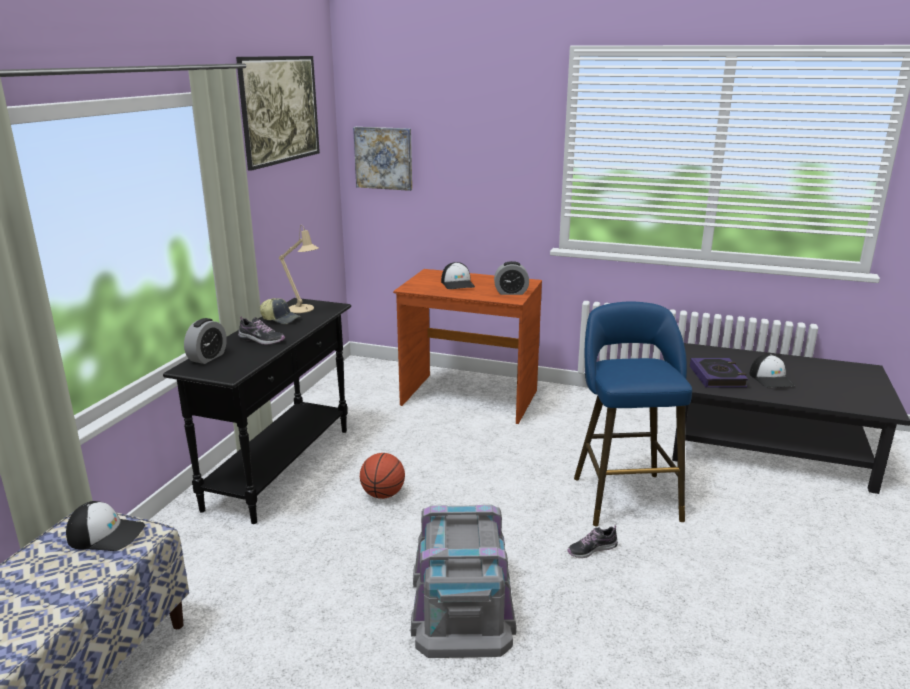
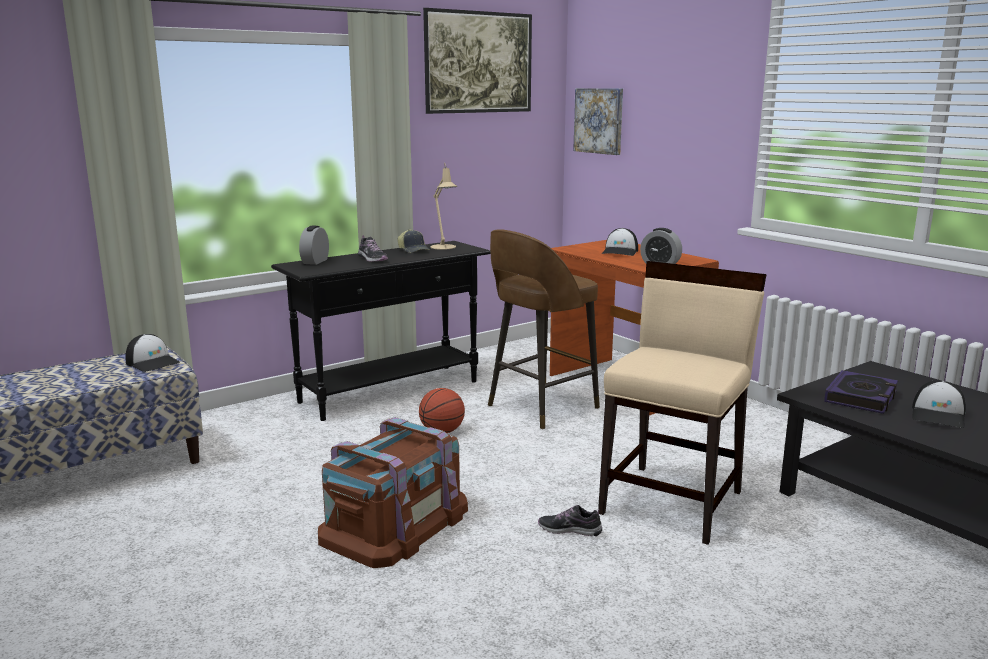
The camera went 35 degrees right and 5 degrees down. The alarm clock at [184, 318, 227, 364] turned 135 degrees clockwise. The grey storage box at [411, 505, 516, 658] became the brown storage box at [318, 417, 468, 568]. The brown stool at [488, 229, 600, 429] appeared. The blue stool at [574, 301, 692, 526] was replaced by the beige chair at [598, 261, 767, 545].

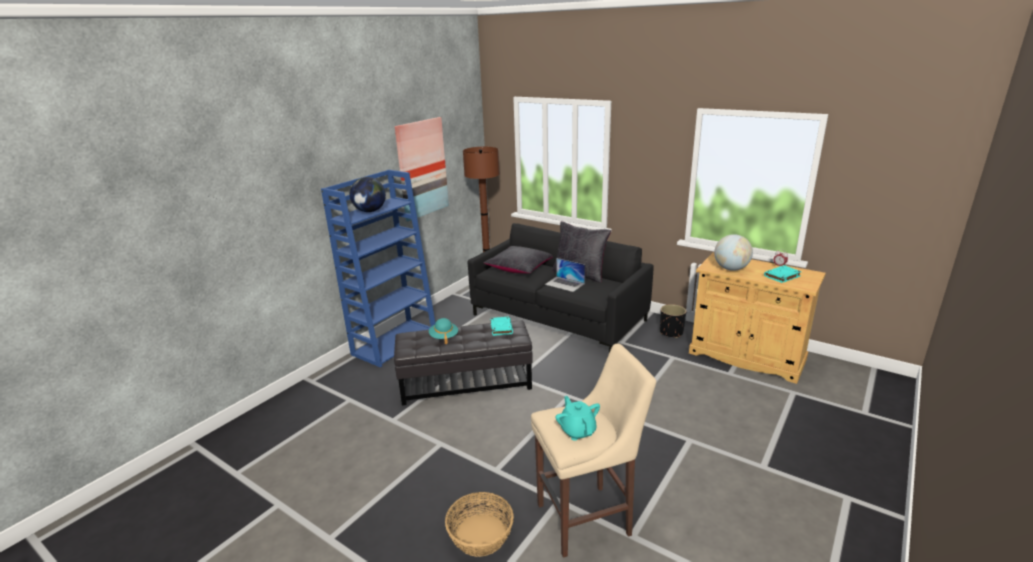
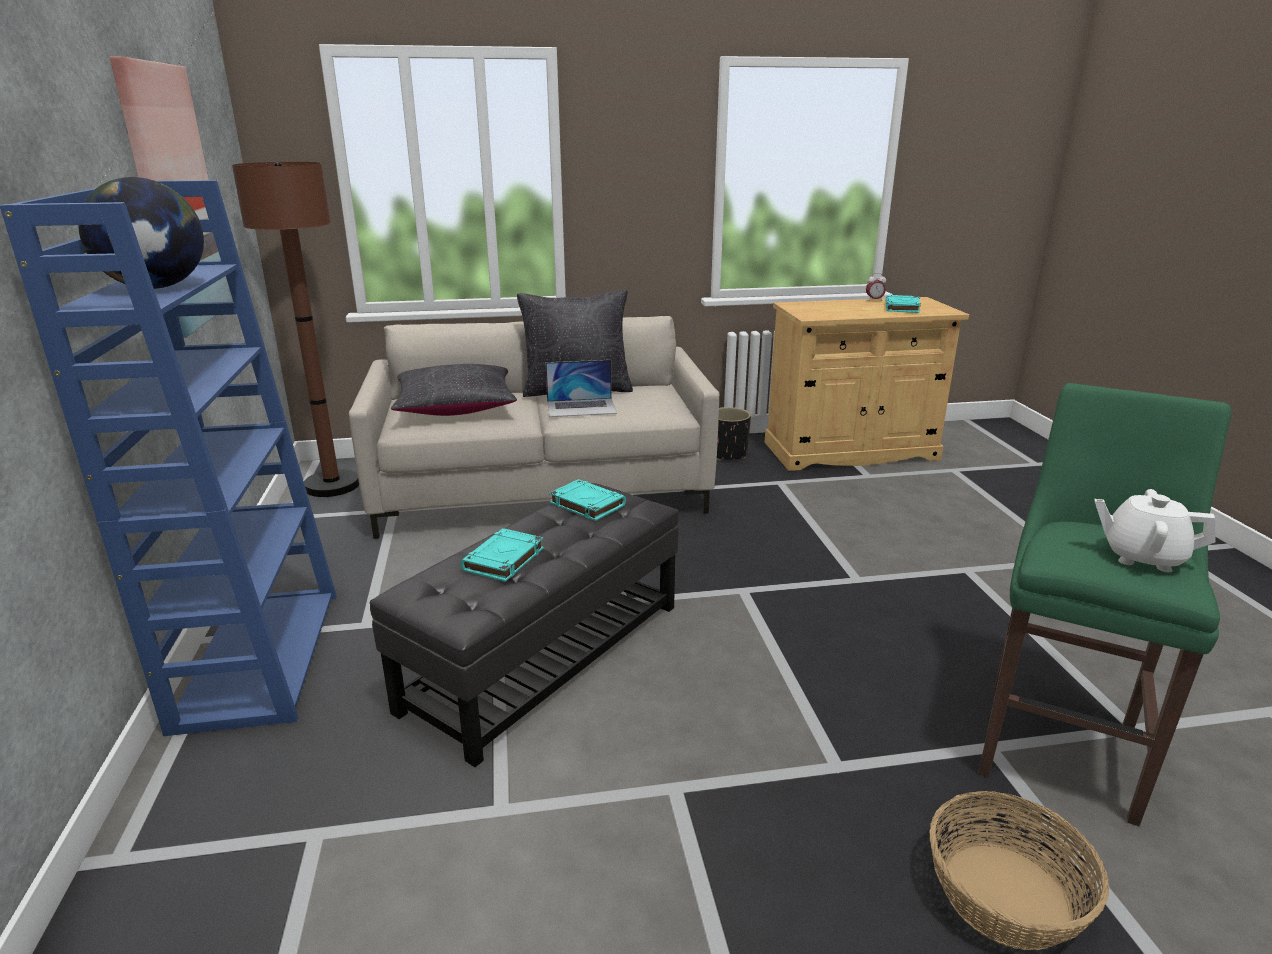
The camera went 45 degrees left and 0 degrees up. The black sofa at [468, 223, 654, 353] became the beige sofa at [349, 316, 720, 539]. The turquoise hat at [429, 318, 458, 344] was replaced by the turquoise book at [460, 528, 544, 582]. The beige stool at [531, 343, 656, 558] became the green stool at [978, 383, 1231, 826]. The turquoise teapot at [556, 396, 600, 441] became the white teapot at [1094, 489, 1216, 572]. The globe at [714, 234, 753, 271] disappeared.

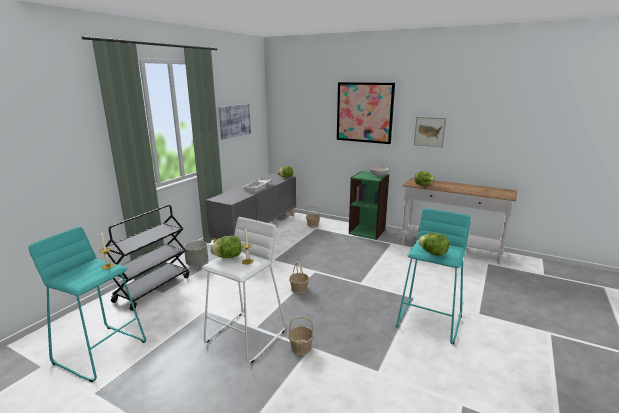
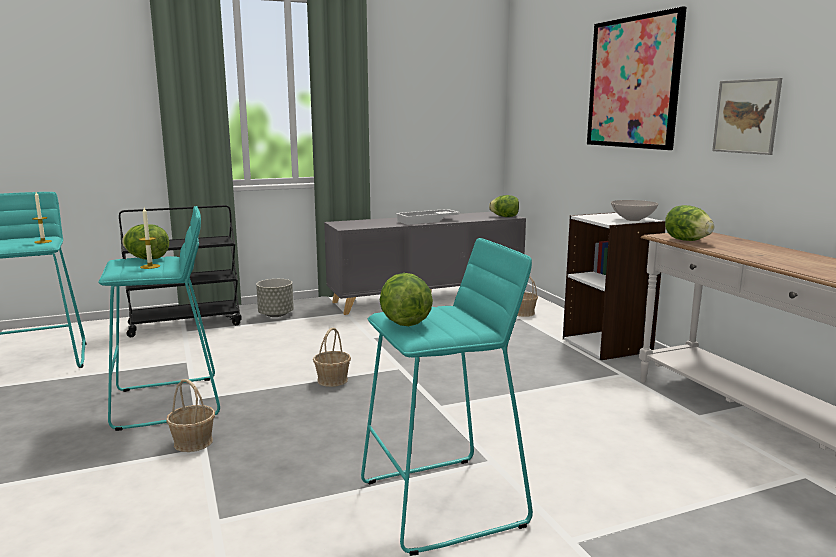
The camera went 40 degrees right and 5 degrees down. The white stool at [202, 217, 286, 363] became the turquoise stool at [98, 206, 220, 431]. The green bookcase at [349, 171, 389, 240] became the white bookcase at [563, 212, 666, 360]. The picture at [219, 104, 251, 139] disappeared.

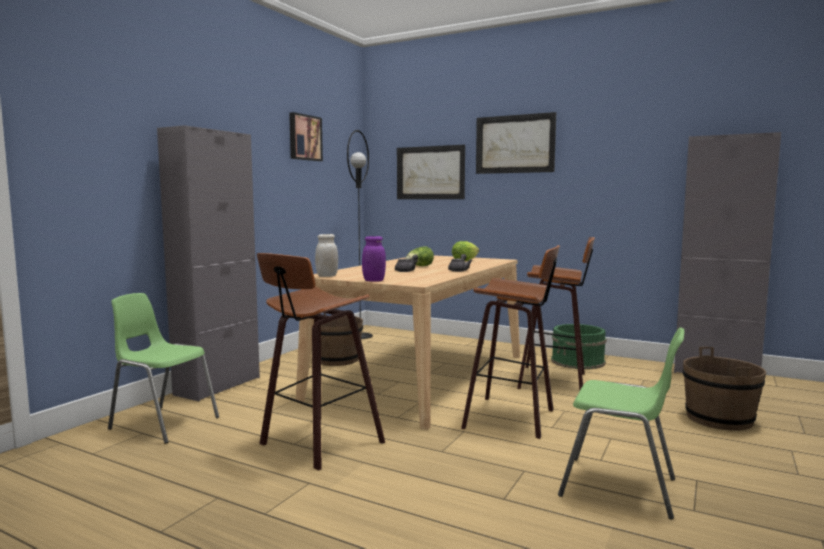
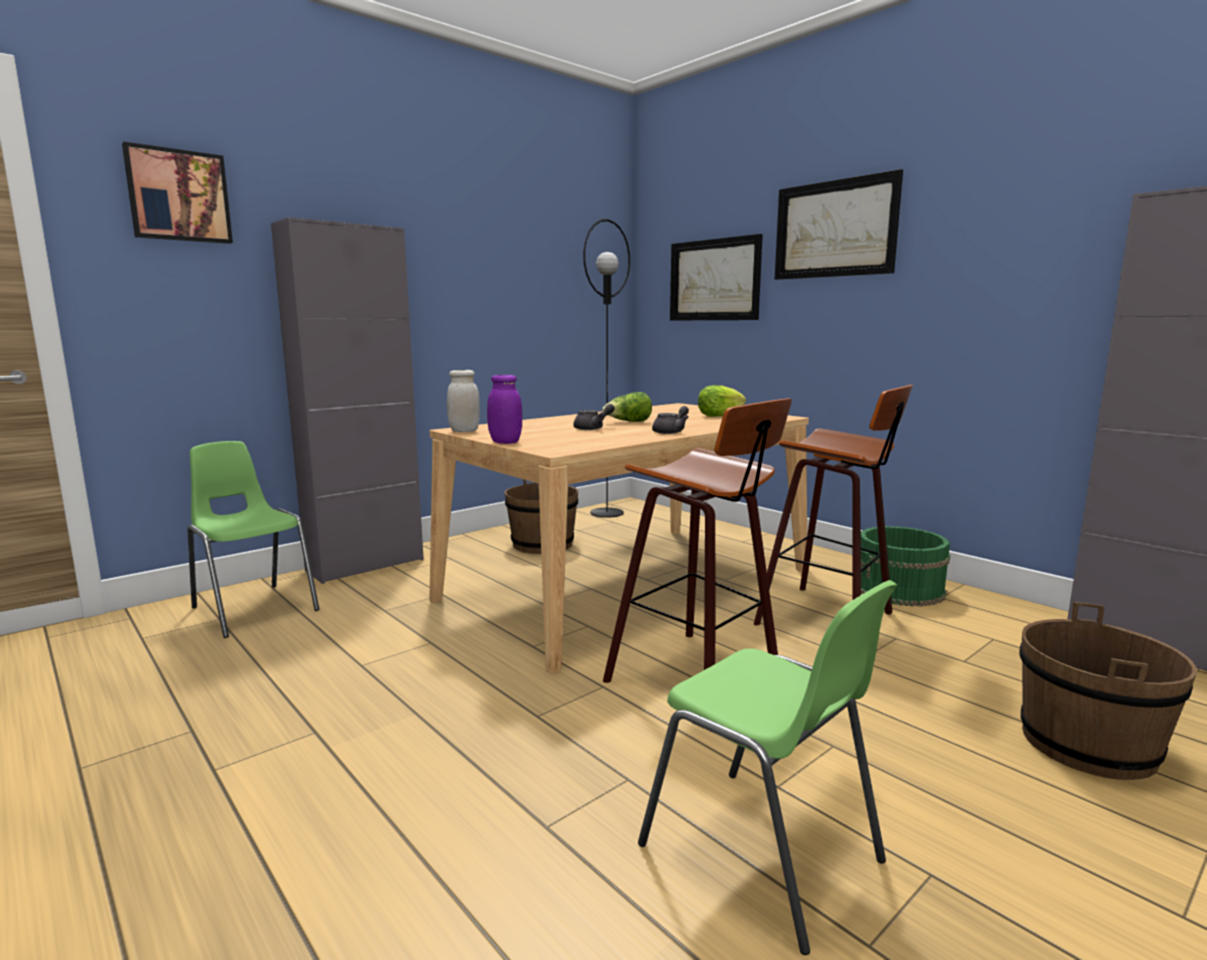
The camera went 20 degrees right and 5 degrees up. The picture moved from [289, 112, 323, 161] to [122, 142, 233, 244]. The stool at [257, 253, 385, 471] disappeared.

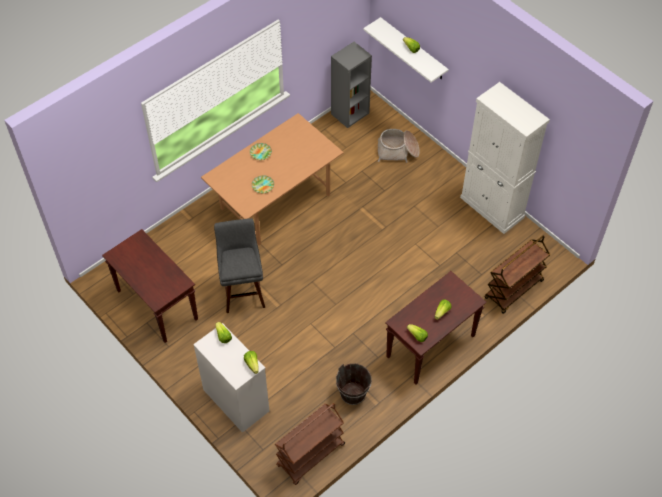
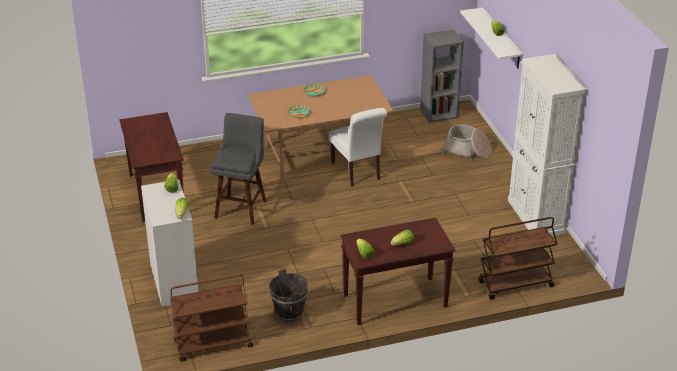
The camera went 25 degrees right and 20 degrees down. The white chair at [329, 108, 387, 186] appeared.

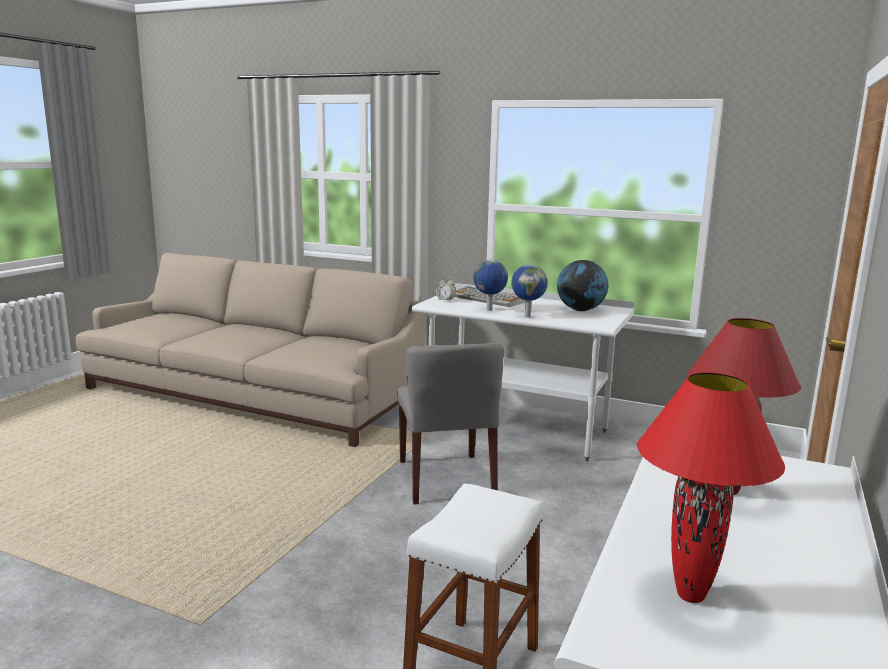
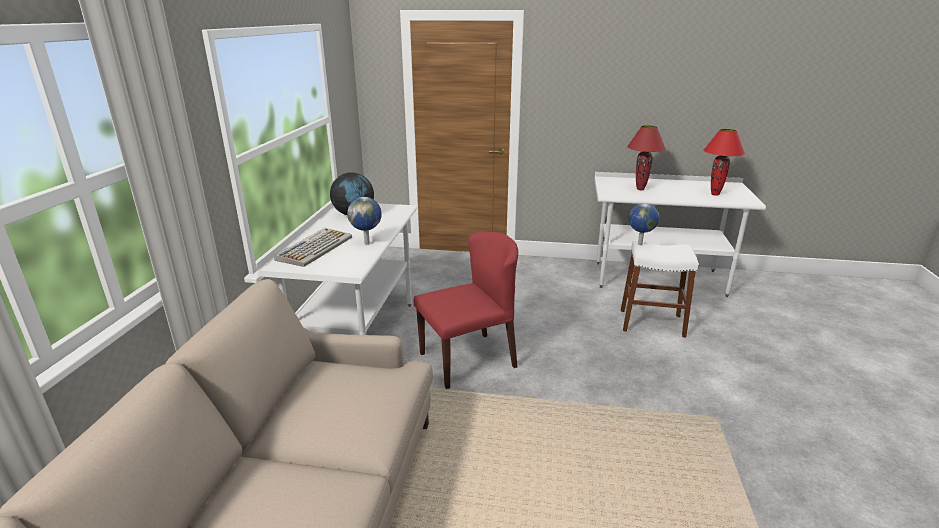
The camera went 105 degrees left and 10 degrees up. The grey chair at [397, 343, 504, 505] became the red chair at [414, 232, 518, 389]. The globe moved from [511, 265, 548, 317] to [629, 203, 659, 245]. The alarm clock at [436, 276, 456, 302] disappeared.

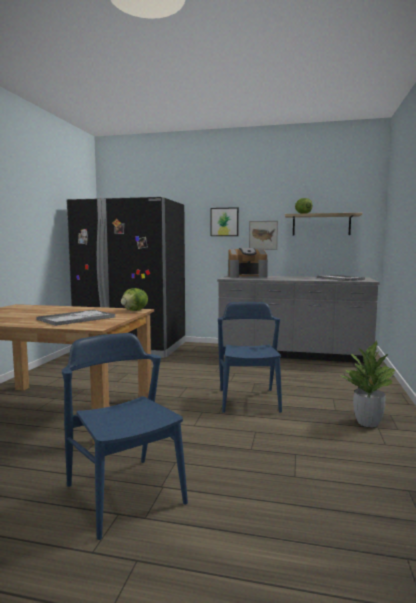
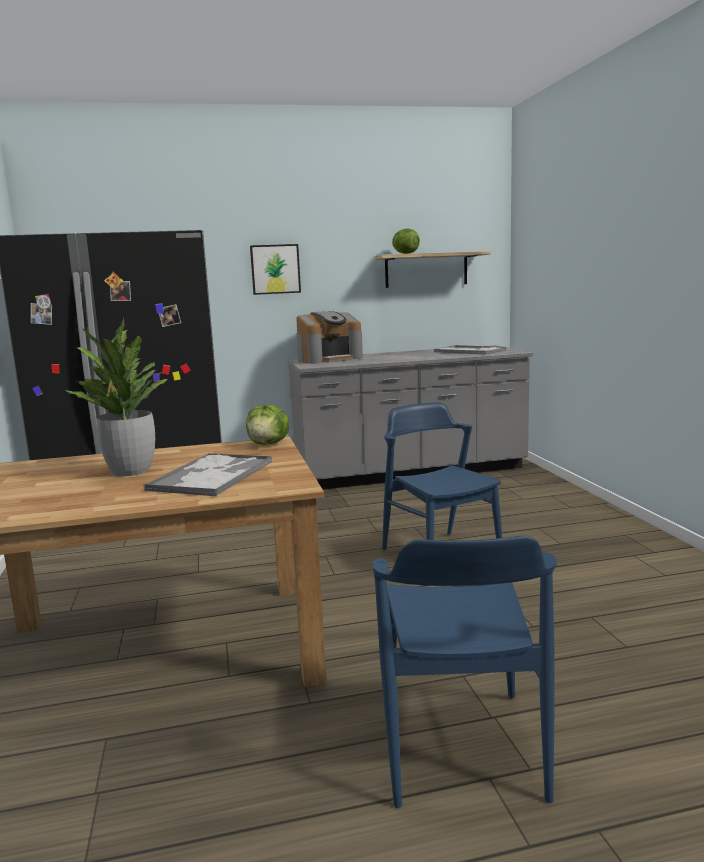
The camera went 25 degrees left and 5 degrees up. The potted plant moved from [341, 341, 395, 427] to [65, 318, 168, 476]. The blue chair at [62, 333, 188, 540] turned 120 degrees counterclockwise. The picture at [249, 221, 278, 250] disappeared.

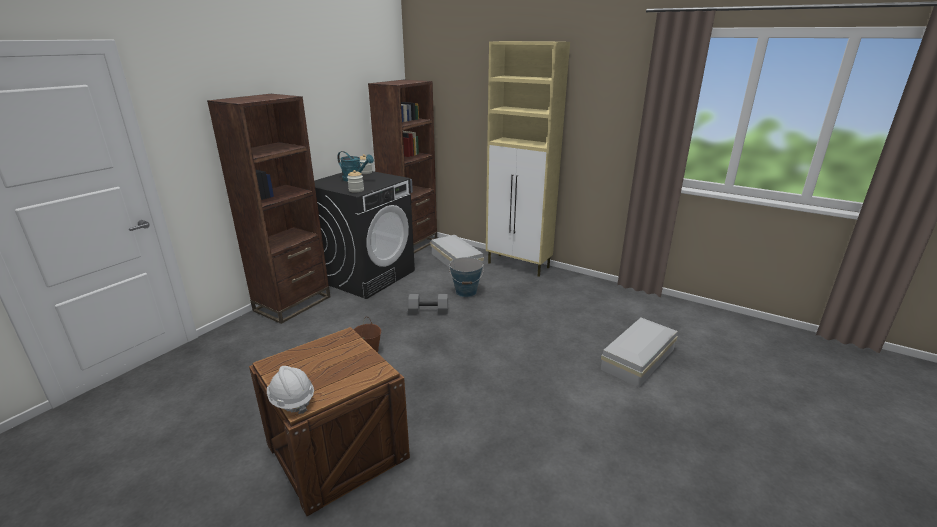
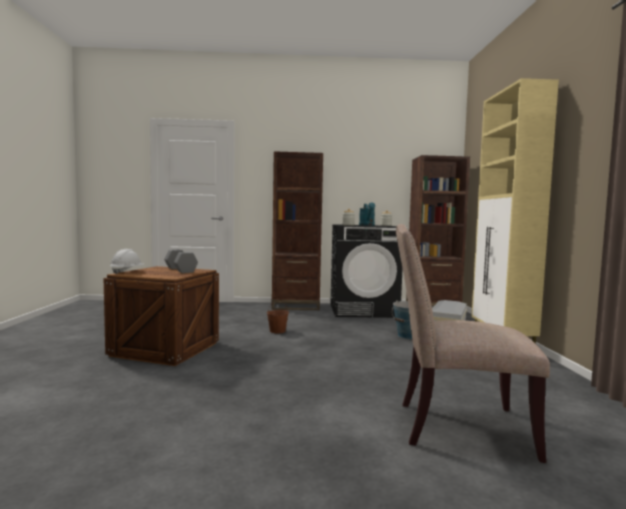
The camera went 55 degrees right and 20 degrees down. The grey dumbbell moved from [408, 294, 448, 314] to [164, 250, 198, 273]. The white storage box at [601, 318, 678, 387] was replaced by the beige chair at [396, 224, 550, 463].

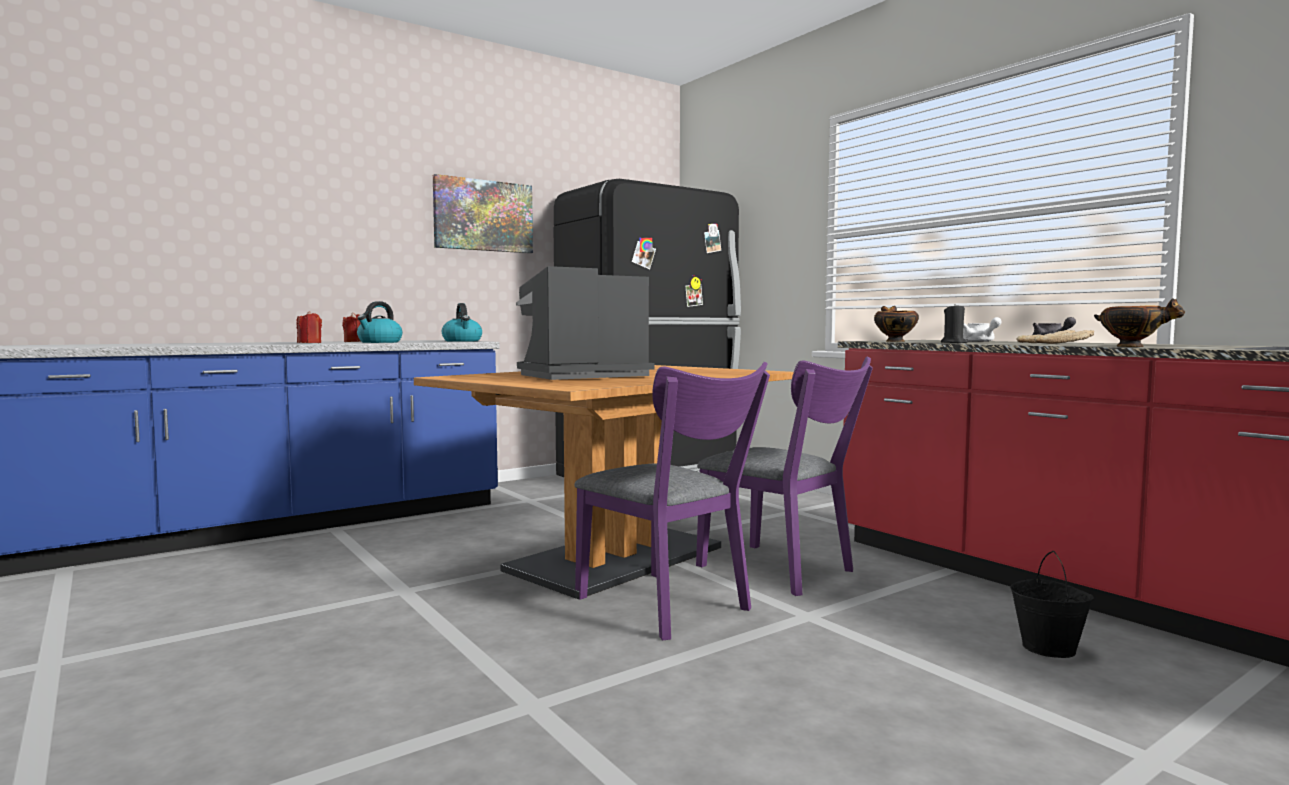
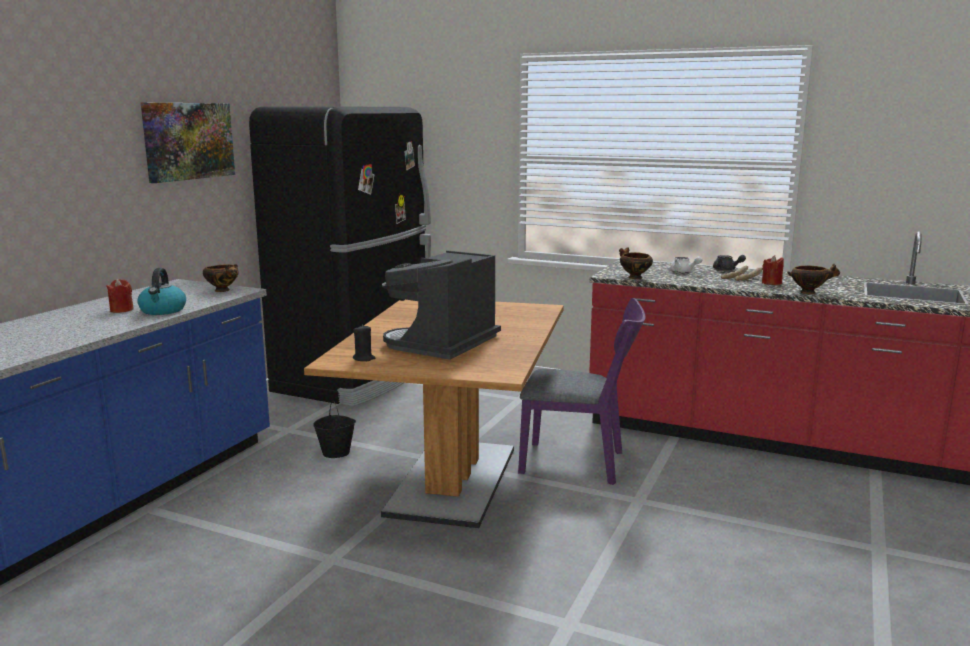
The camera went 30 degrees left and 10 degrees up. The kettle at [442, 303, 482, 342] was replaced by the bowl at [203, 264, 238, 292]. The black bucket moved from [1010, 551, 1094, 658] to [313, 400, 356, 458]. The black candle moved from [941, 305, 968, 343] to [353, 324, 375, 361]. The red candle moved from [297, 311, 322, 343] to [762, 255, 784, 285]. The purple chair at [574, 362, 770, 640] disappeared.

